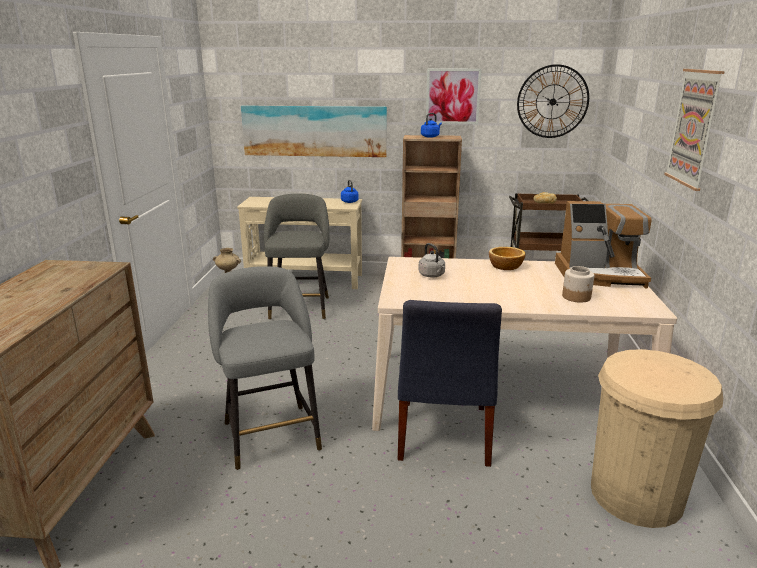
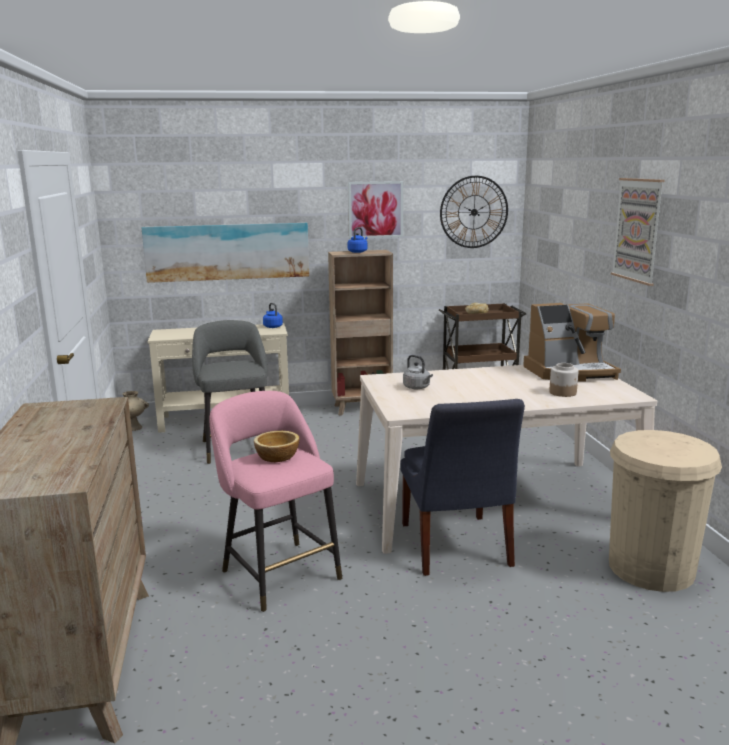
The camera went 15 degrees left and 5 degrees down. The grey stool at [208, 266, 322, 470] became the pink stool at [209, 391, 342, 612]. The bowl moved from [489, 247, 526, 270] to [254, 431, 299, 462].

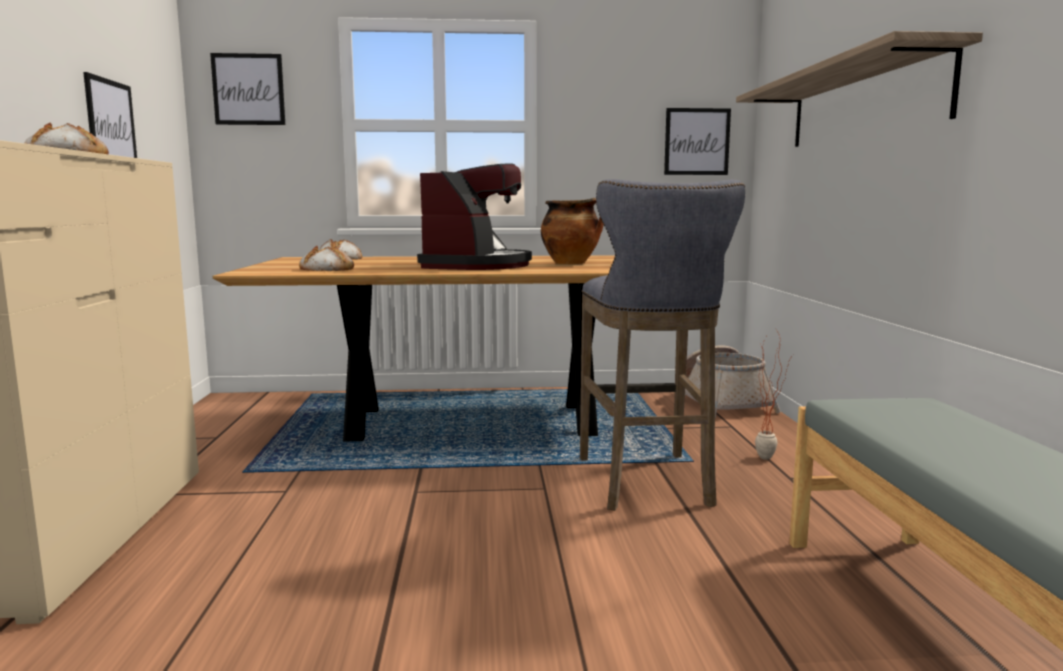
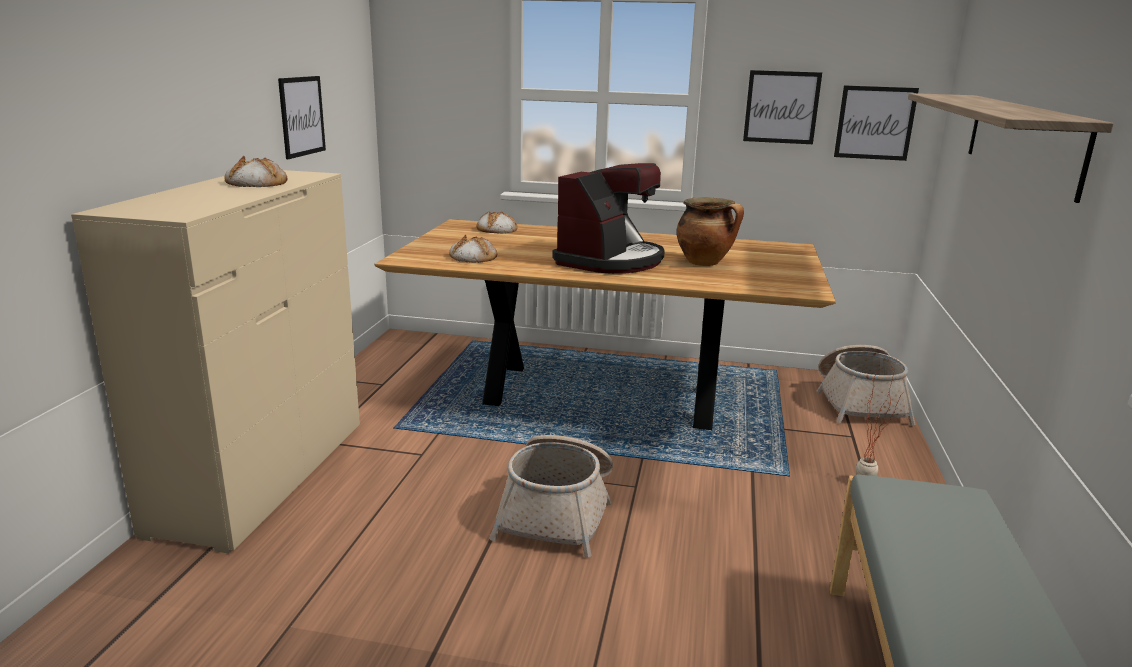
The camera went 15 degrees right and 10 degrees up. The basket at [489, 435, 613, 558] appeared. The picture moved from [210, 53, 285, 125] to [743, 70, 822, 144]. The grey stool at [580, 179, 745, 511] disappeared.

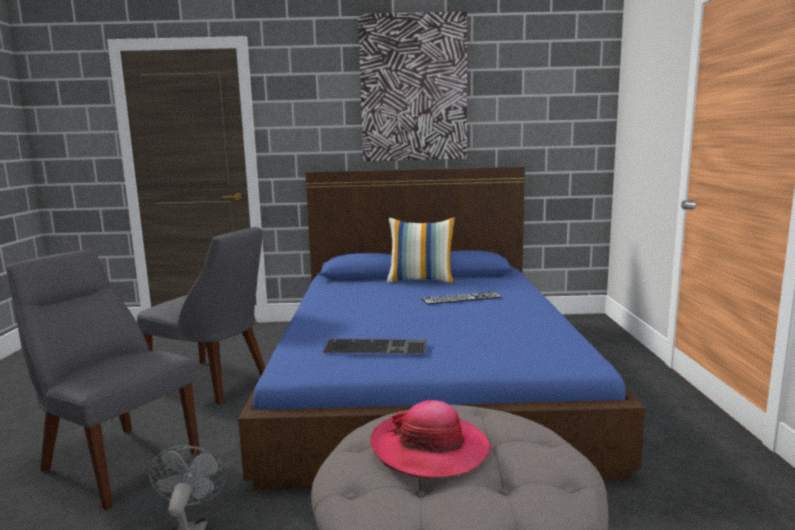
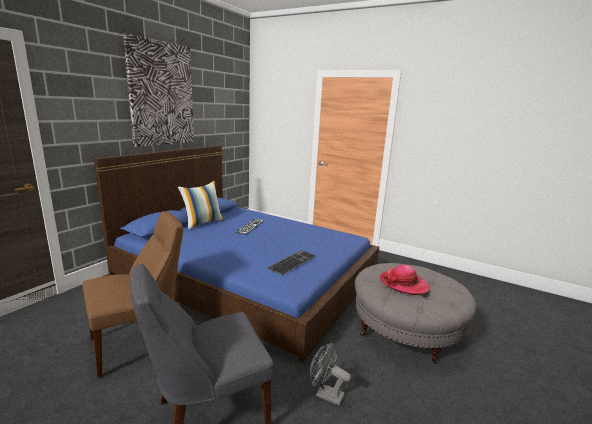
The camera went 60 degrees left and 5 degrees up. The grey chair at [137, 227, 265, 404] became the brown chair at [83, 211, 183, 378].

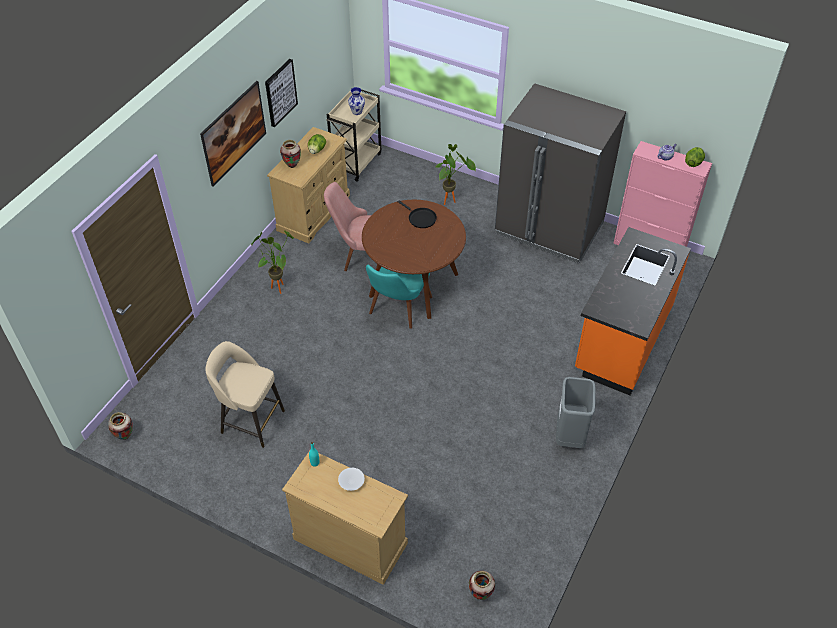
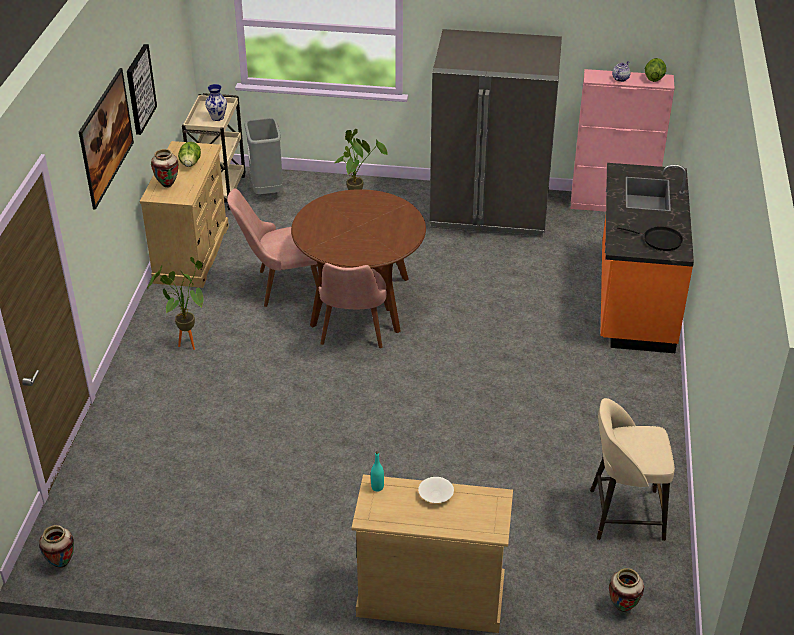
The camera went 20 degrees left and 10 degrees down. The grey trash can moved from [556, 377, 596, 448] to [245, 118, 283, 195]. The turquoise chair at [366, 264, 432, 329] became the pink chair at [319, 263, 389, 348]. The beige stool moved from [205, 341, 285, 448] to [590, 398, 675, 541]. The black frying pan moved from [398, 200, 437, 228] to [617, 226, 683, 251].

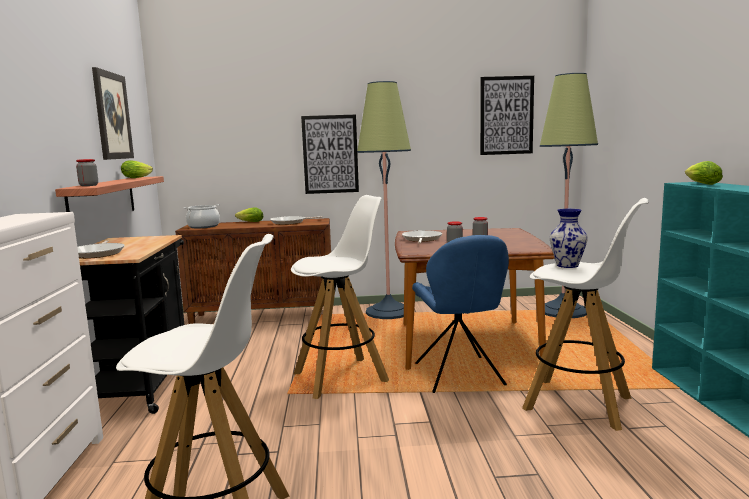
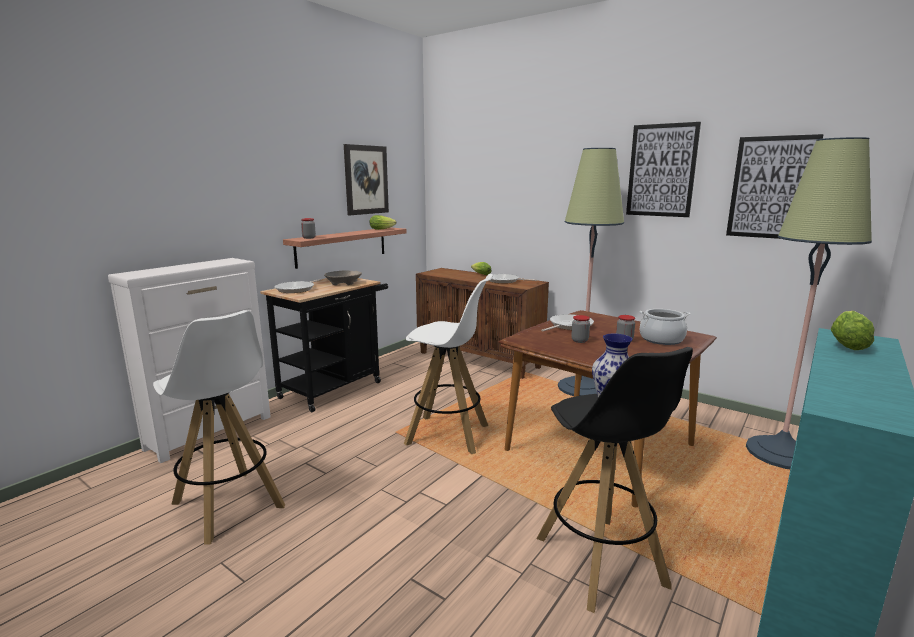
The camera went 40 degrees right and 5 degrees up. The beige bowl at [324, 270, 362, 285] appeared. The white stool at [522, 198, 649, 431] became the black stool at [537, 347, 693, 613]. The picture moved from [301, 115, 359, 194] to [626, 122, 701, 217]. The cooking pot moved from [184, 204, 220, 228] to [640, 309, 690, 345]. The blue chair at [412, 235, 509, 393] disappeared.

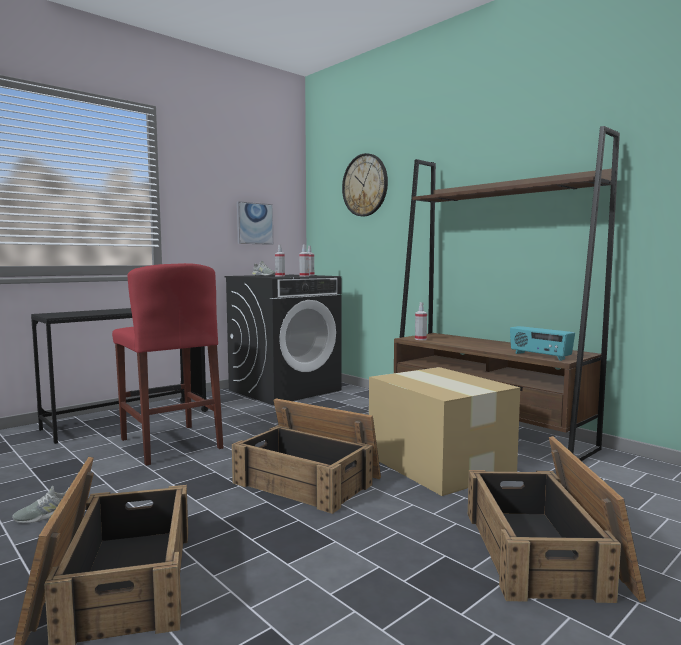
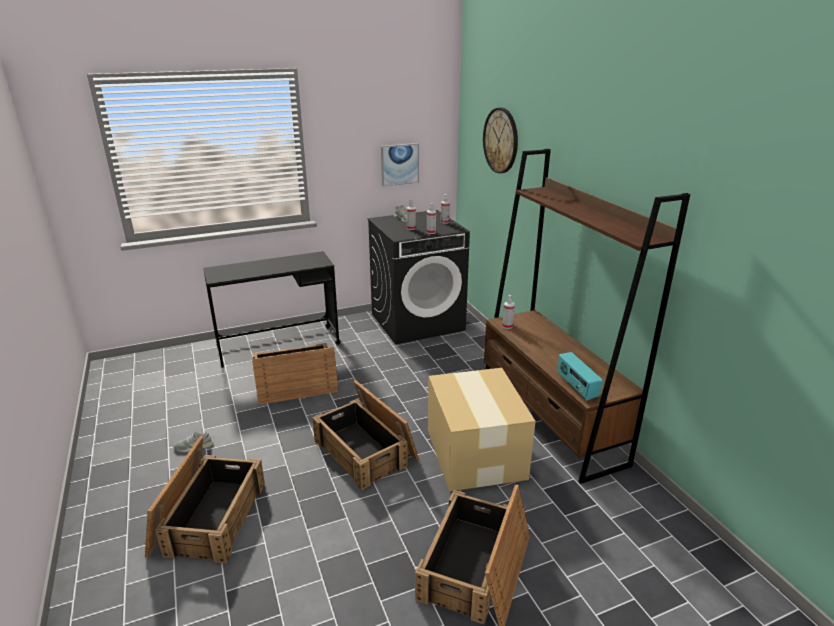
The camera went 20 degrees right and 20 degrees up. The red stool at [112, 263, 223, 466] was replaced by the crate at [252, 343, 339, 405].

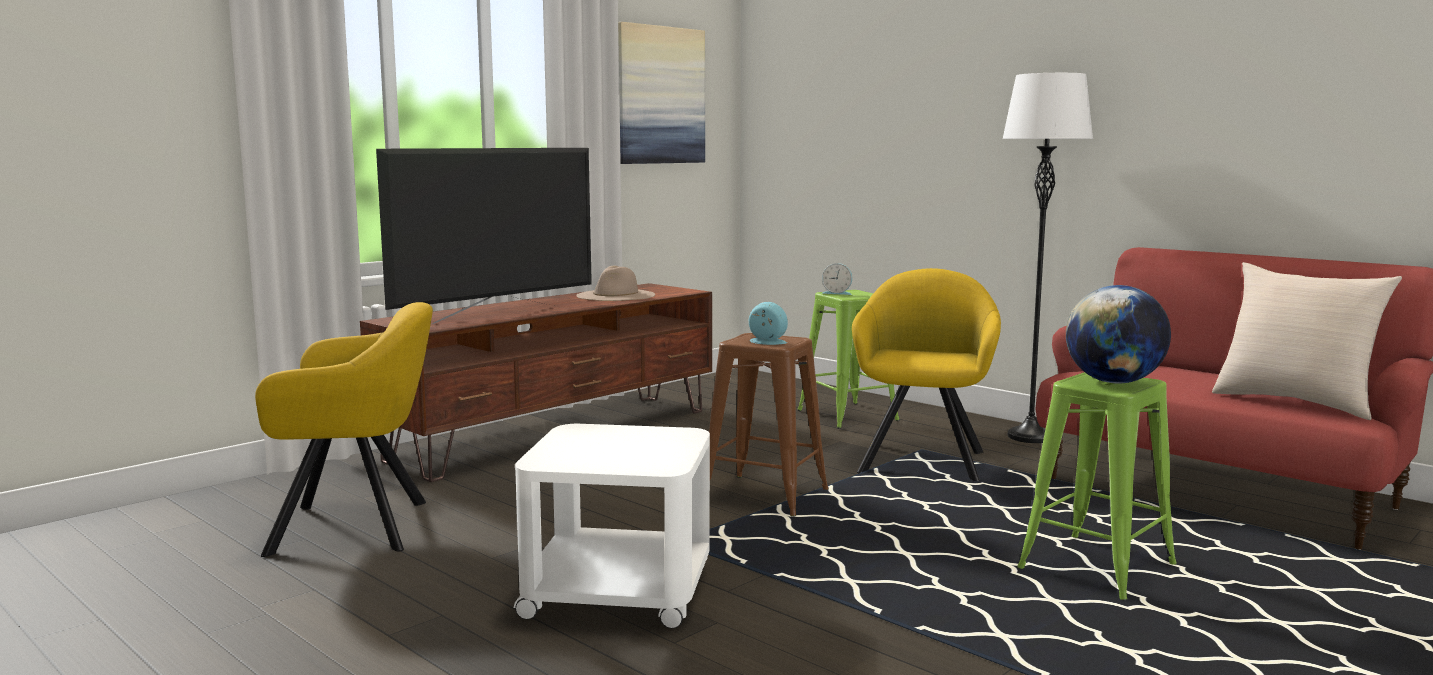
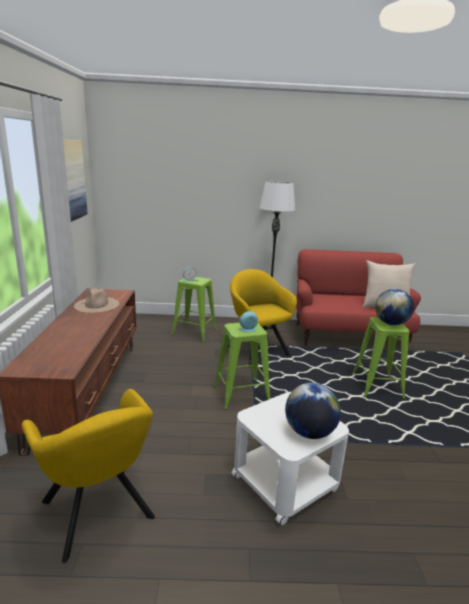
The camera went 45 degrees left and 10 degrees up. The yellow armchair at [255, 302, 433, 557] turned 105 degrees clockwise. The brown stool at [709, 333, 829, 517] became the green stool at [214, 323, 270, 410]. The globe at [285, 383, 341, 439] appeared. The television at [376, 148, 592, 324] disappeared.

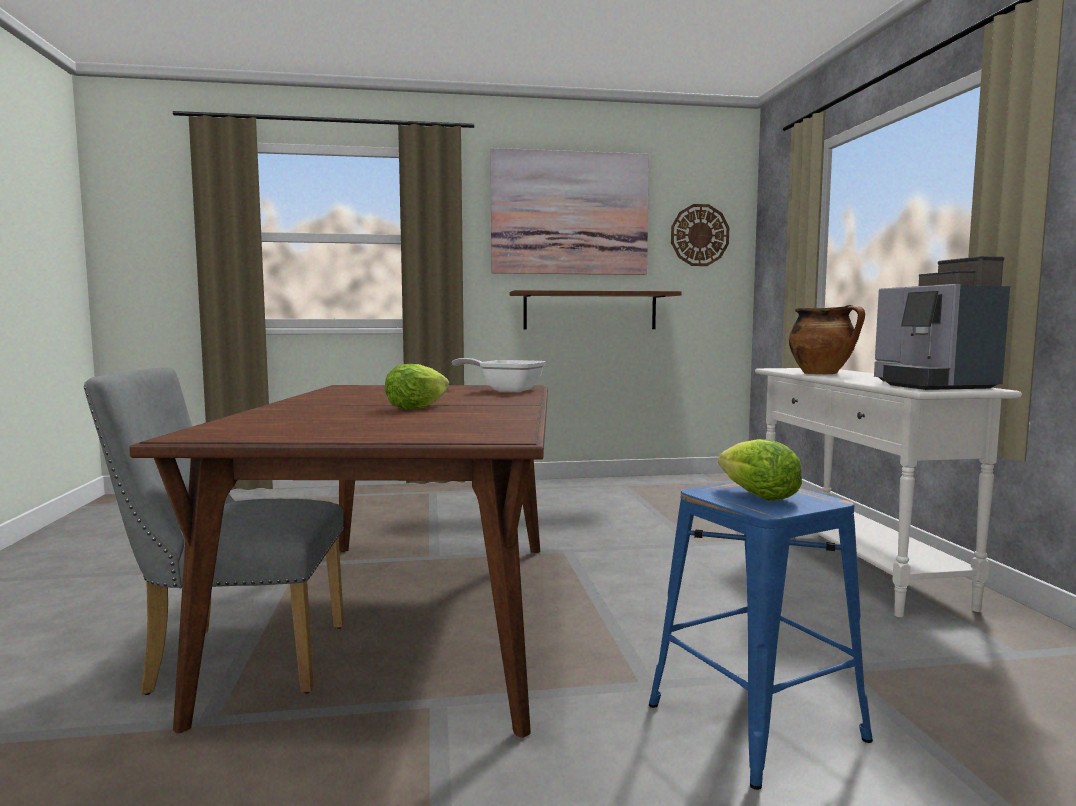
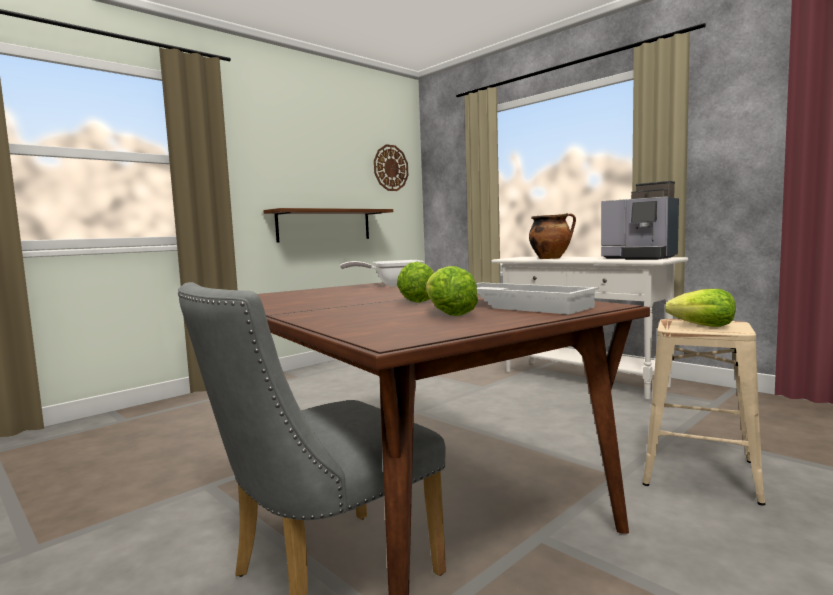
The camera went 35 degrees left and 0 degrees up. The lettuce at [426, 266, 478, 316] appeared. The white tray at [476, 283, 599, 315] appeared. The blue stool at [649, 482, 873, 790] became the beige stool at [643, 319, 765, 506]. The picture at [490, 148, 649, 275] disappeared.

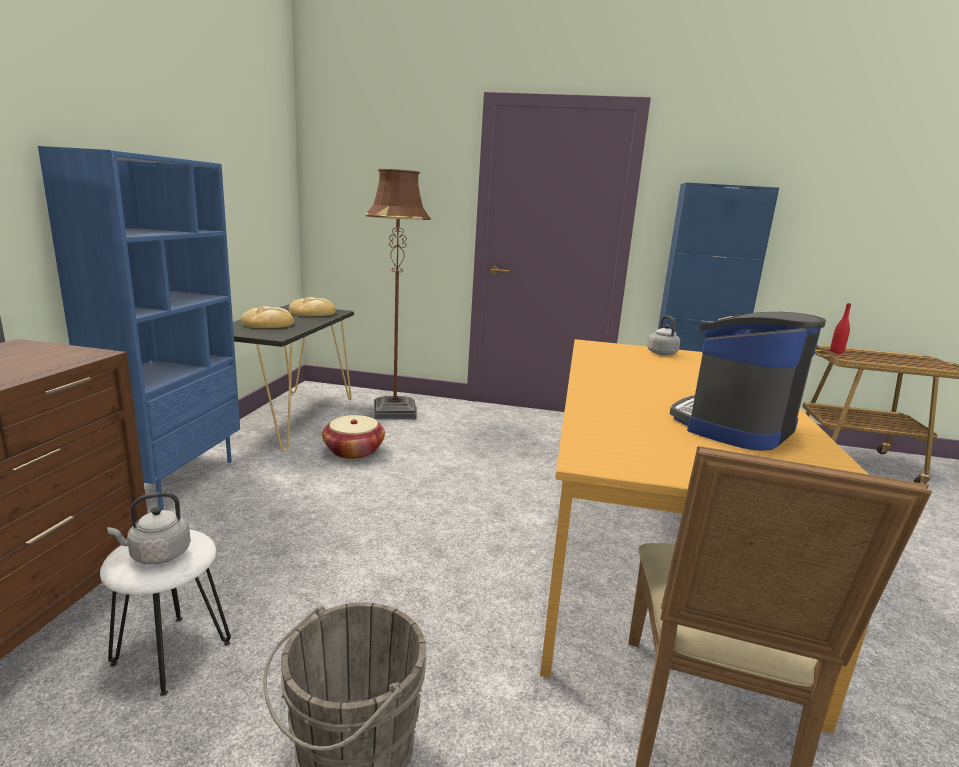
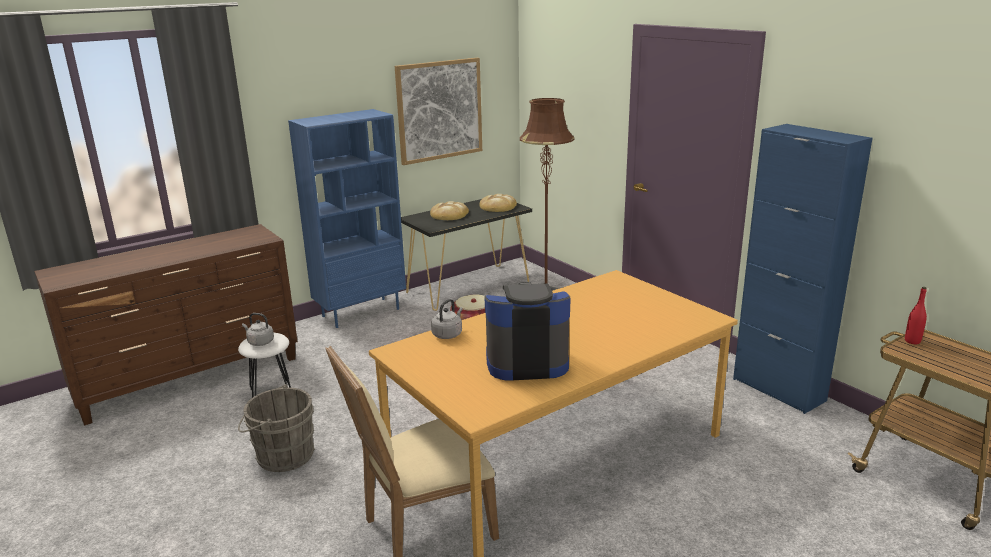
The camera went 45 degrees right and 5 degrees up. The picture at [395, 58, 482, 165] appeared. The grey kettle moved from [647, 316, 680, 355] to [431, 299, 463, 339].

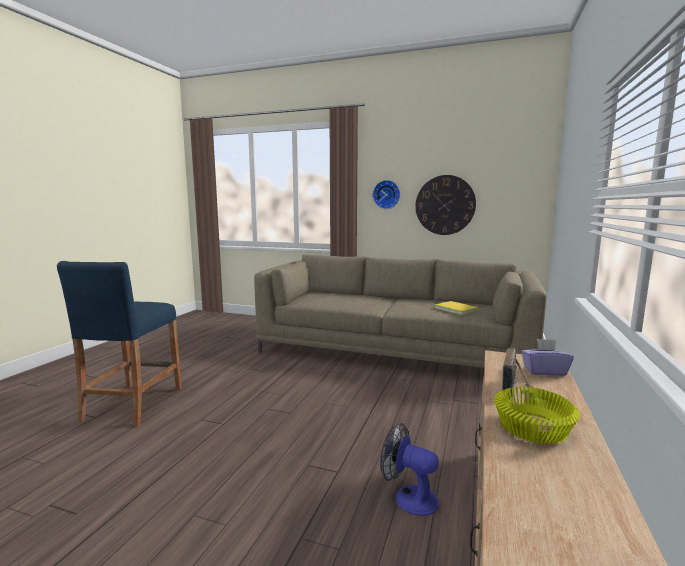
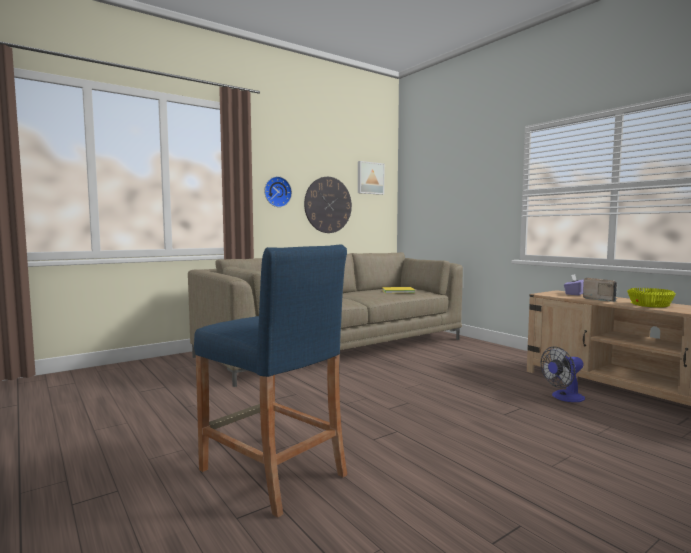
The camera went 55 degrees left and 5 degrees down. The picture at [358, 161, 384, 195] appeared.

